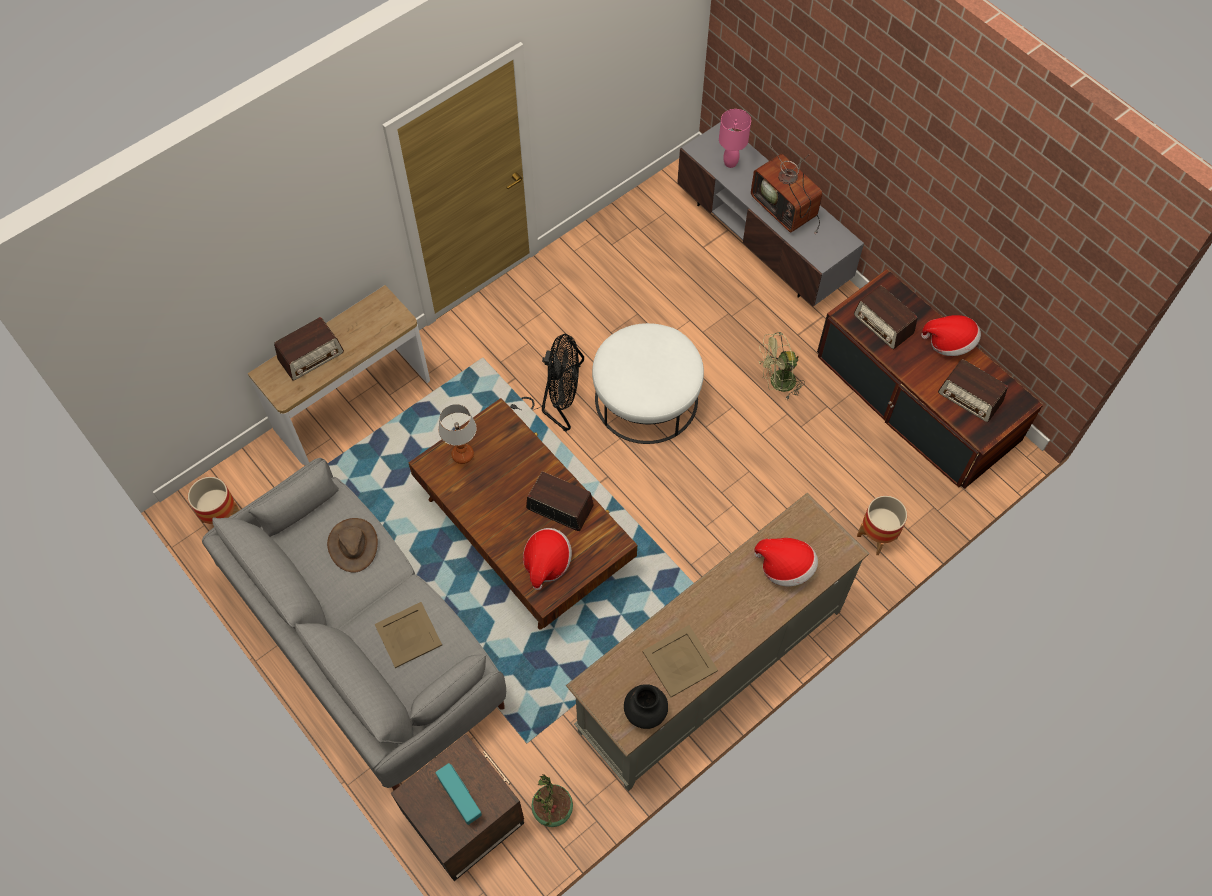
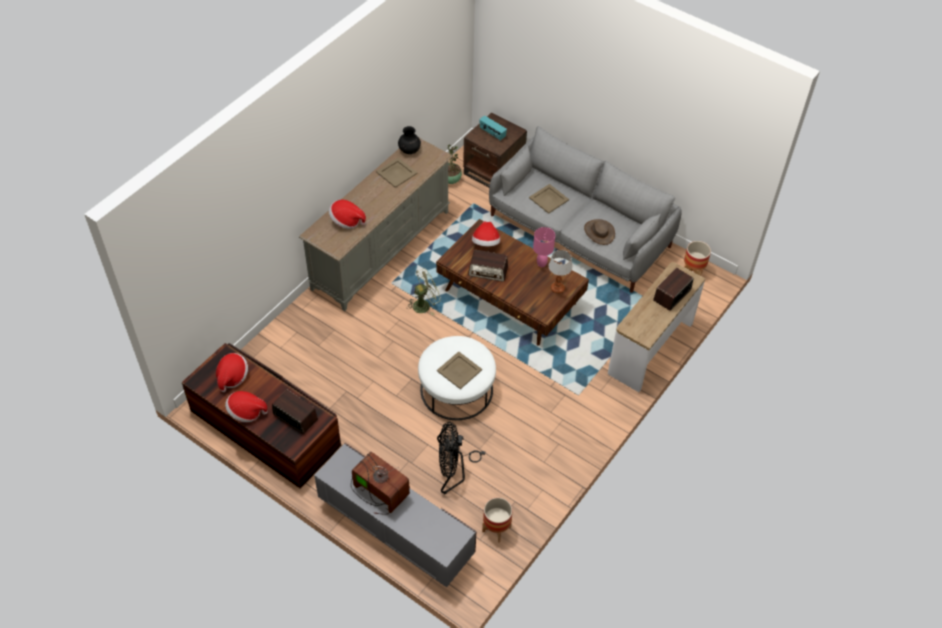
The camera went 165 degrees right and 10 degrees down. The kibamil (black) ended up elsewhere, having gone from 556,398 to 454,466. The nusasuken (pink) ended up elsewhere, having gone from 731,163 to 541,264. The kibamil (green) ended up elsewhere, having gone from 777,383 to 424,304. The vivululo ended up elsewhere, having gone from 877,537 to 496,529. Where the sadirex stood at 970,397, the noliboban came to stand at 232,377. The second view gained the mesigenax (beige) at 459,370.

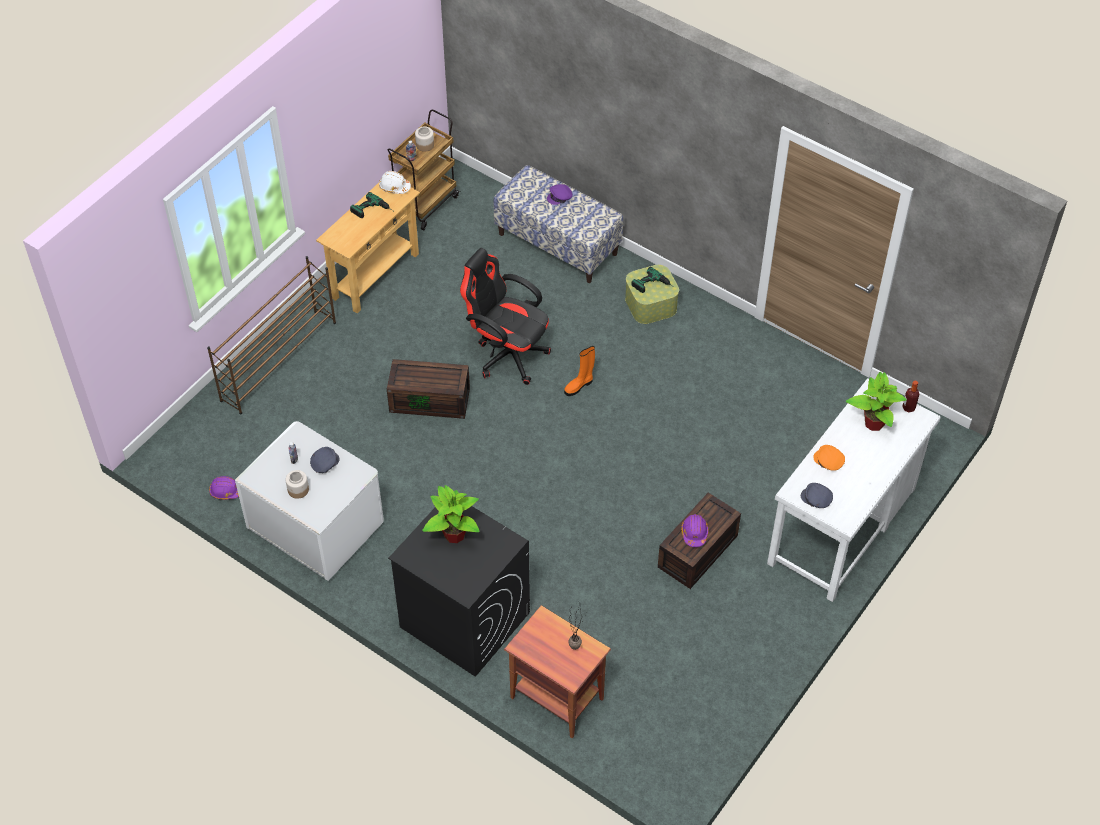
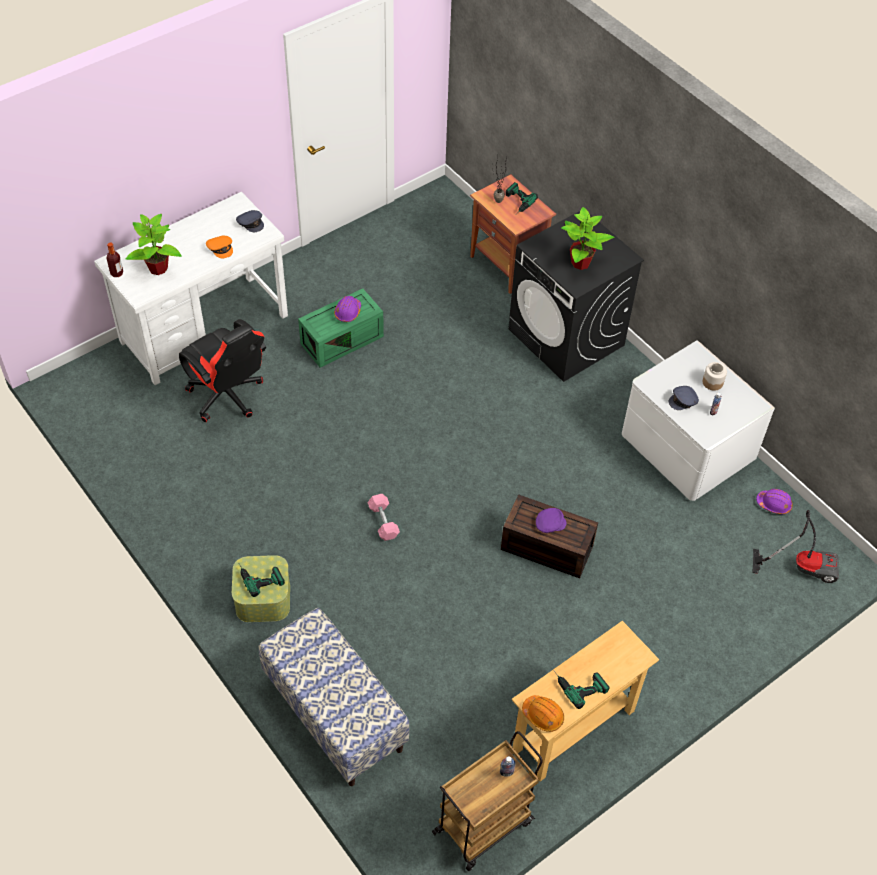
The camera went 165 degrees left and 0 degrees up. The second view lost the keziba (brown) at 279,361. What was the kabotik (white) at 394,187 turned into the kabotik (orange) at 543,715. The second view lost the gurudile at 424,145. The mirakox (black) ended up elsewhere, having gone from 507,354 to 229,399. The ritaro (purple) ended up elsewhere, having gone from 560,197 to 550,523. Where the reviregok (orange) stood at 579,386, the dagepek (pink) came to stand at 383,522. What was the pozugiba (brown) at 698,553 turned into the pozugiba (green) at 342,339. The second view gained the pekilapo at 516,202. The second view gained the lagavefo at 802,565.

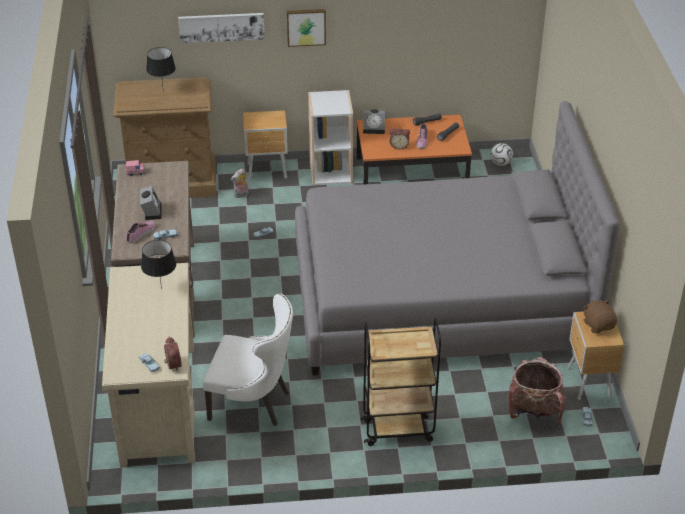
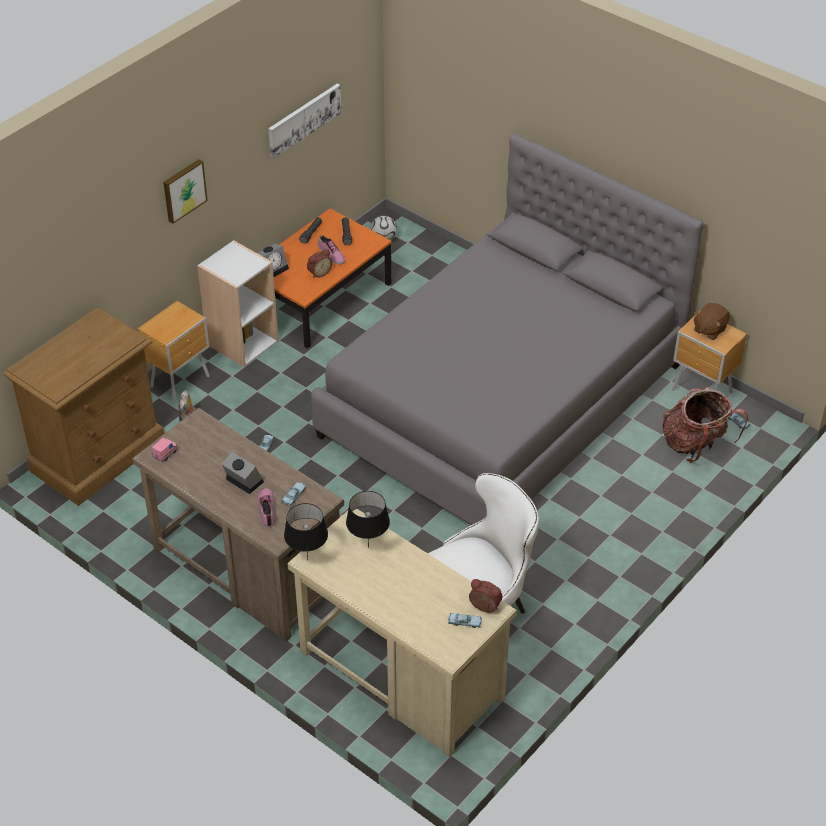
The camera went 45 degrees left and 5 degrees up. The nusasuken (black) ended up elsewhere, having gone from 162,91 to 307,560. The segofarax ended up elsewhere, having gone from 221,27 to 304,119. The second view lost the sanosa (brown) at 397,432. The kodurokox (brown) at 598,325 ended up facing another way, 75 degrees counterclockwise from before.

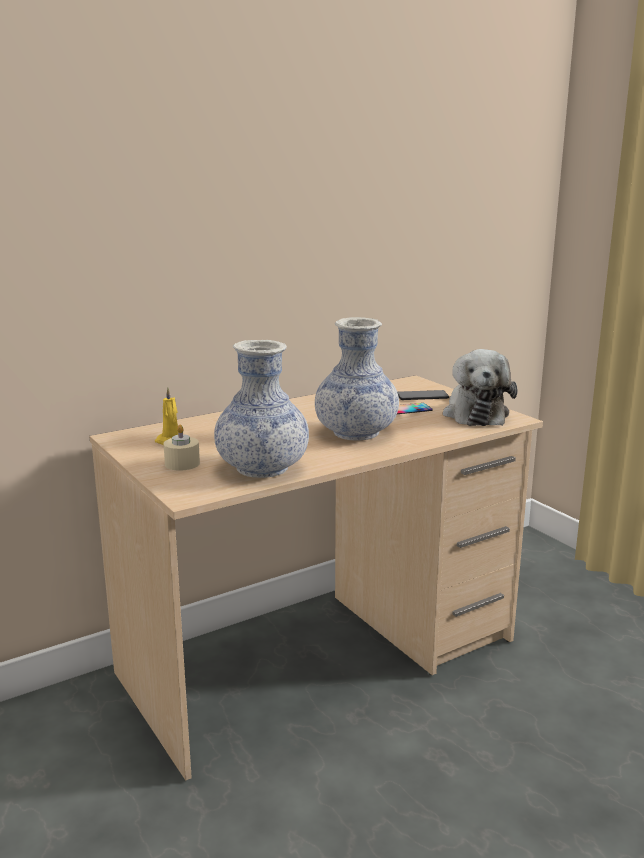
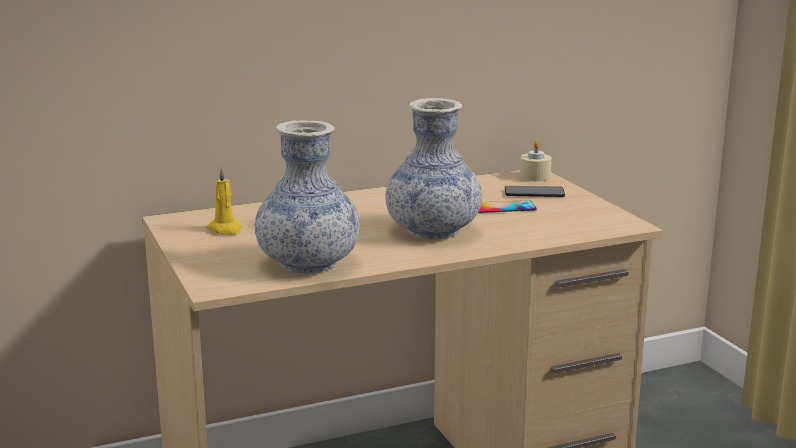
The camera went 10 degrees right and 0 degrees up. The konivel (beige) ended up elsewhere, having gone from 182,464 to 535,177. The second view lost the kodurokox at 475,414.

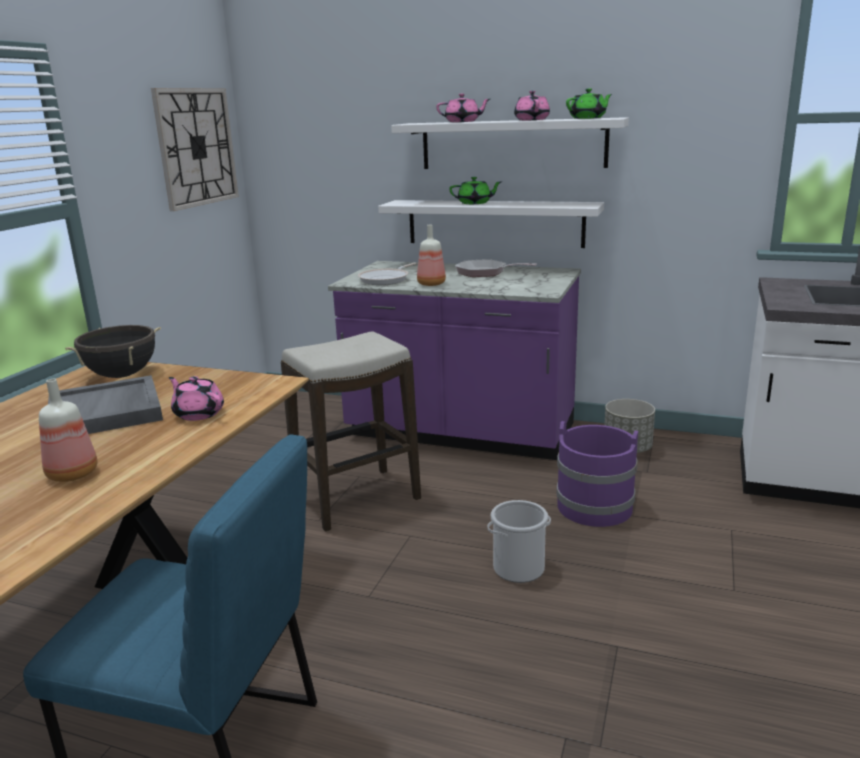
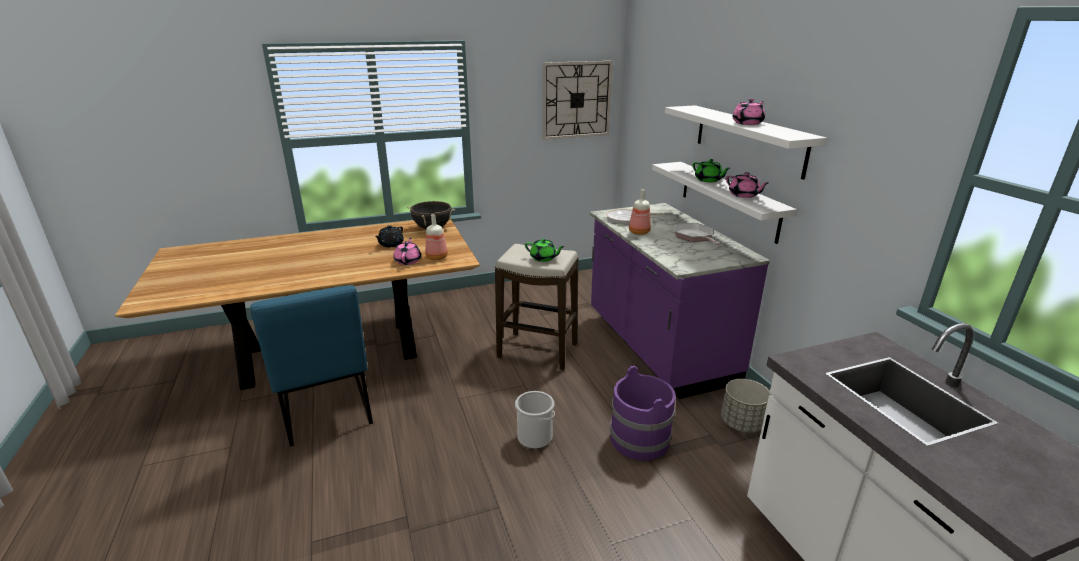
The camera went 50 degrees right and 5 degrees up. The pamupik ended up elsewhere, having gone from 71,474 to 436,257. Where the mesigenax (grey) stood at 106,412, the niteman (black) came to stand at 390,244. The niteman (pink) ended up elsewhere, having gone from 463,122 to 744,195. The niteman (green) ended up elsewhere, having gone from 588,118 to 543,258.

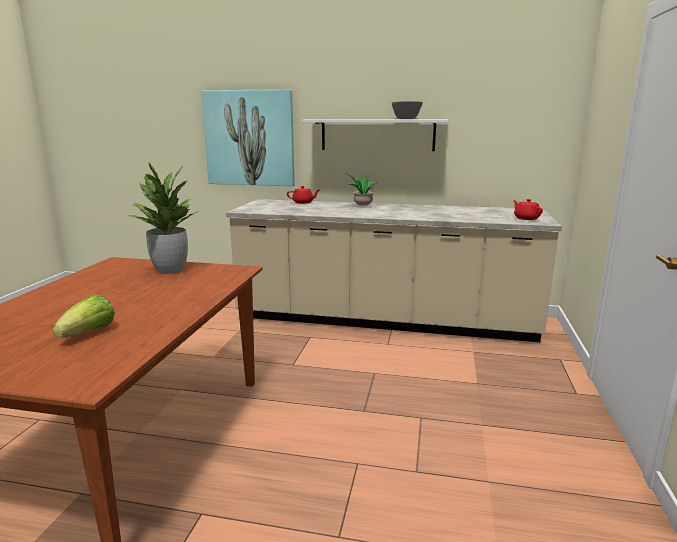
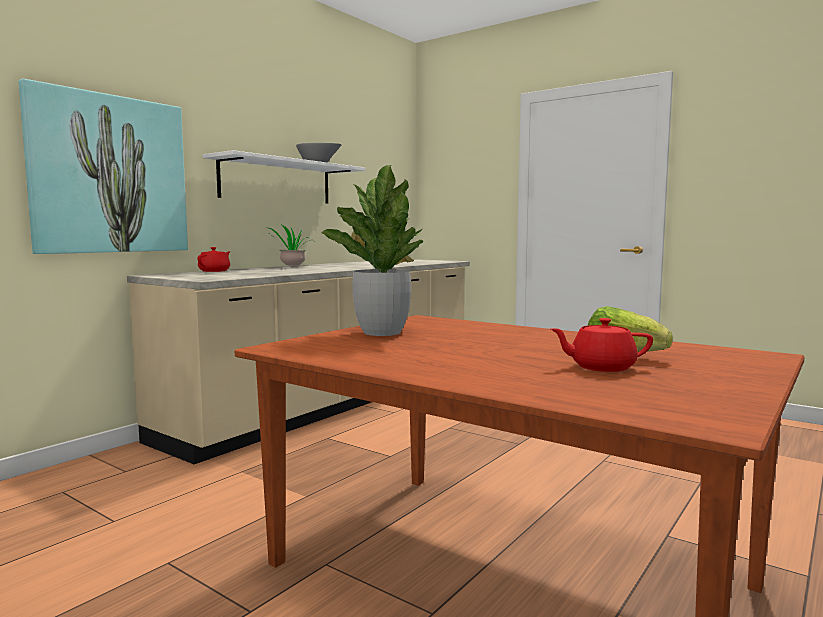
The camera went 65 degrees left and 10 degrees down. The niteman (red) ended up elsewhere, having gone from 526,218 to 601,367.

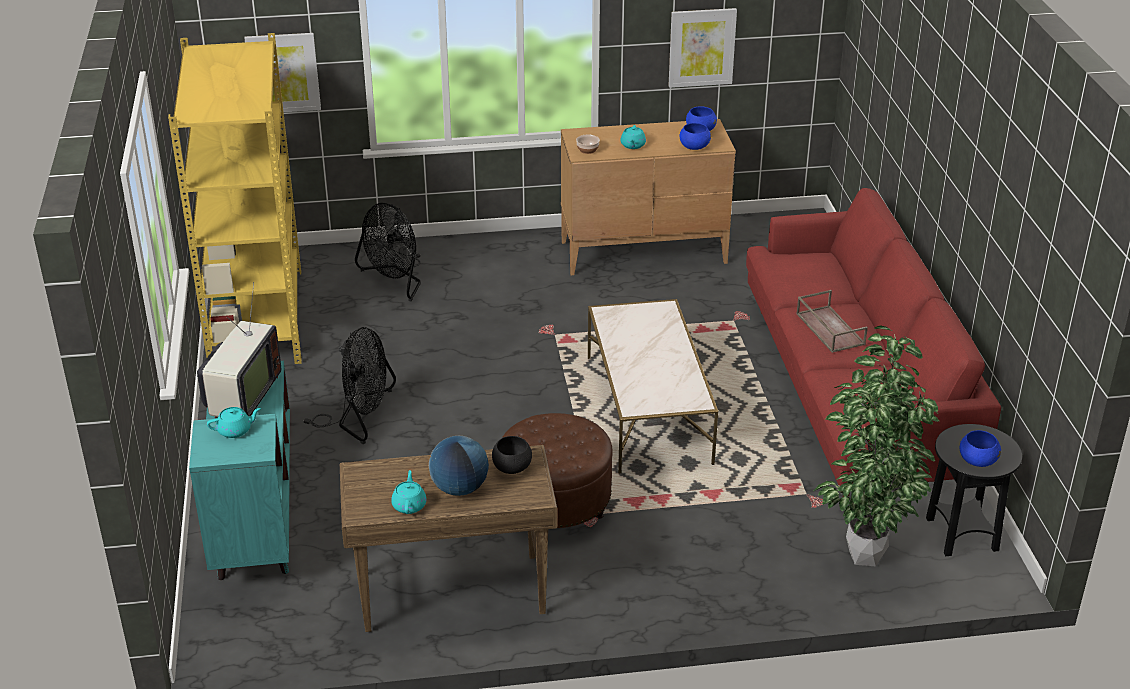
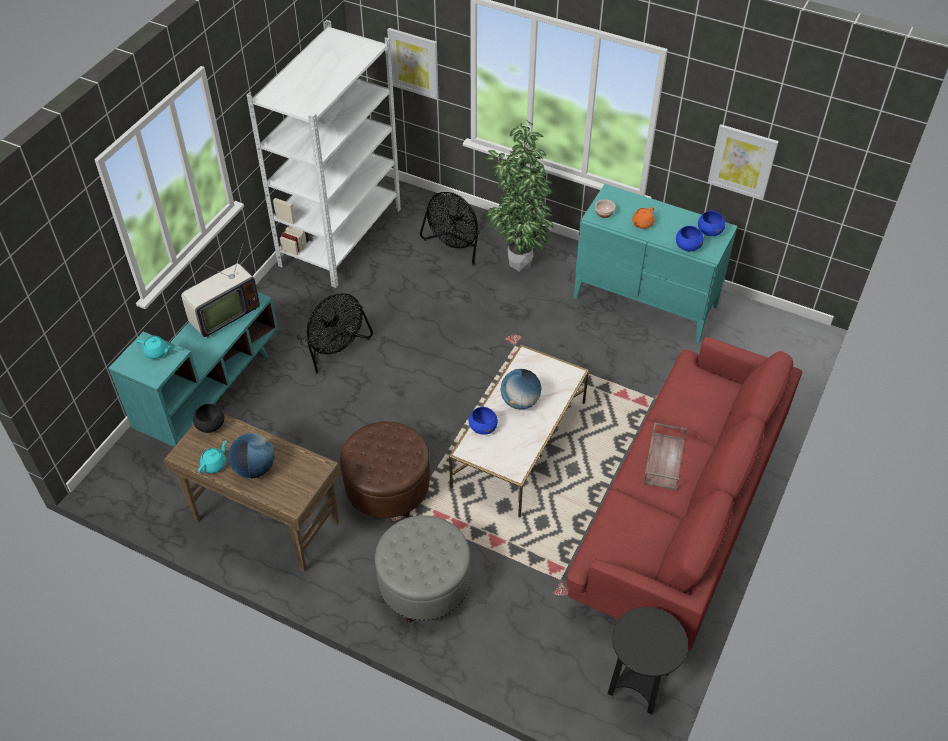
The camera went 35 degrees right and 15 degrees up. What was the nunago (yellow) at 257,318 turned into the nunago (white) at 341,236. The kibamil (black) at 396,278 ended up facing another way, 45 degrees counterclockwise from before. The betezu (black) ended up elsewhere, having gone from 511,468 to 210,425. What was the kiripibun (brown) at 644,252 turned into the kiripibun (turquoise) at 645,302. What was the niteman (turquoise) at 632,145 turned into the niteman (orange) at 642,224. The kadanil ended up elsewhere, having gone from 861,558 to 516,264. The betezu (blue) ended up elsewhere, having gone from 977,461 to 483,427. The second view gained the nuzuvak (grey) at 424,586. The second view gained the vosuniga at 520,401.

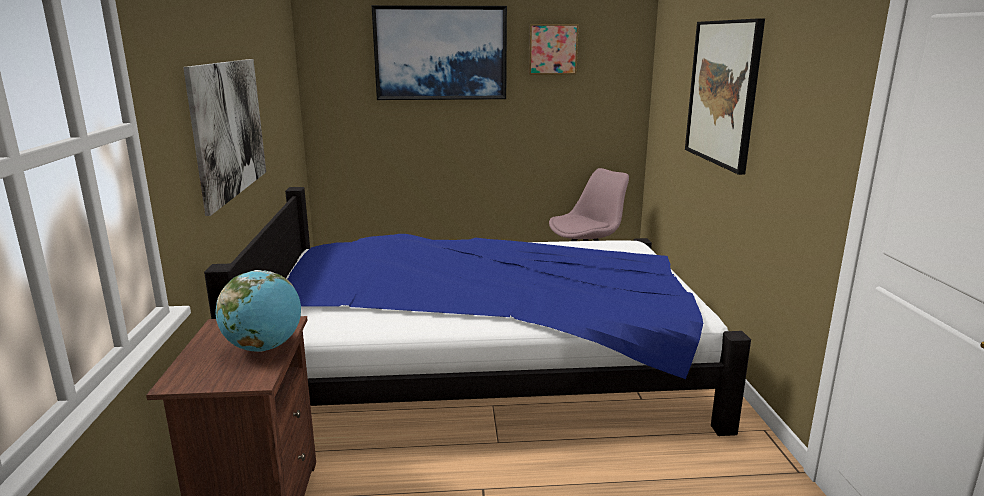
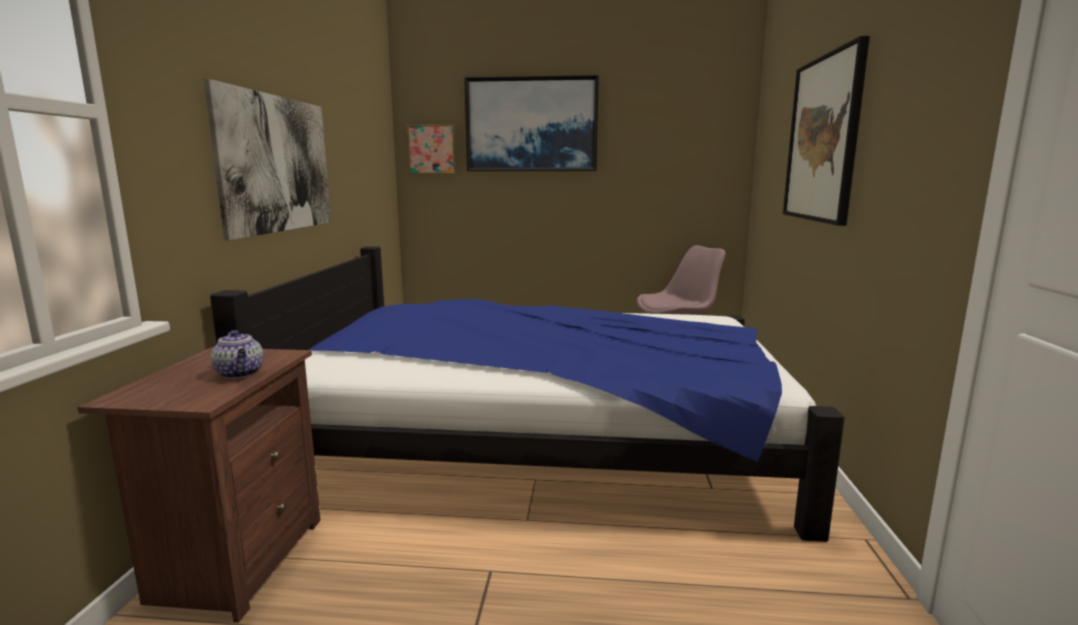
The camera went 10 degrees right and 5 degrees down. Where the vosuniga stood at 264,347, the niteman came to stand at 240,373. The segofarax ended up elsewhere, having gone from 552,49 to 432,149.

